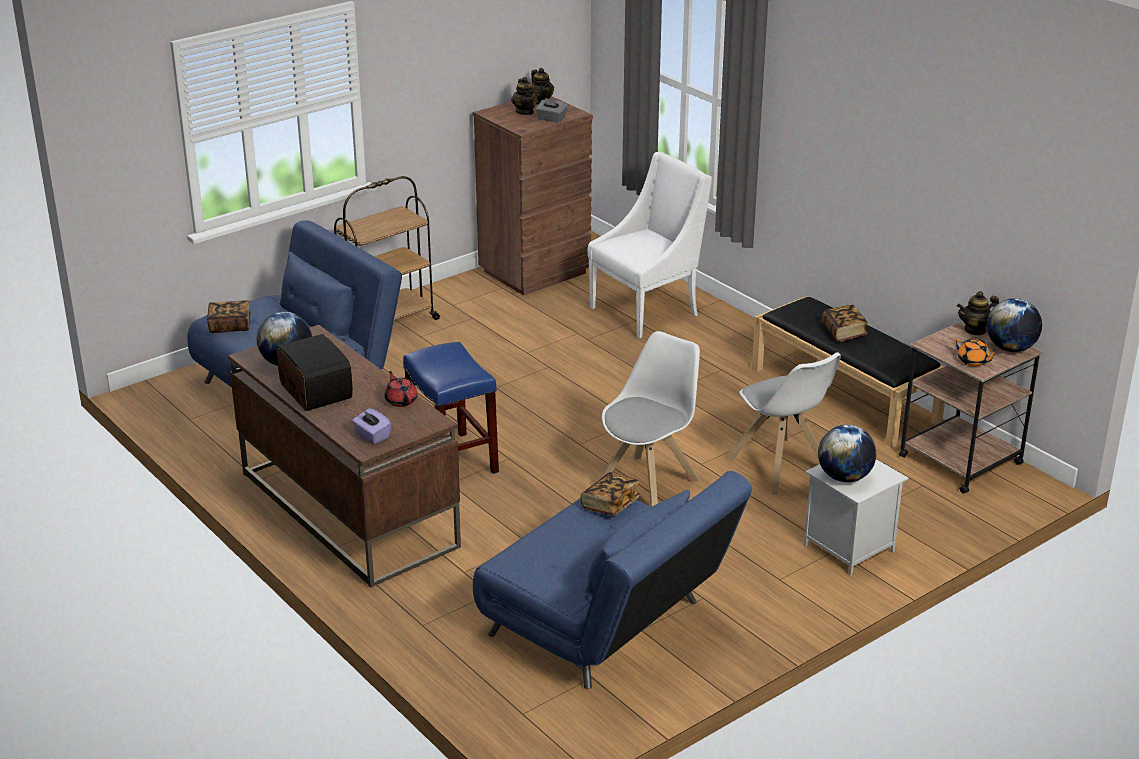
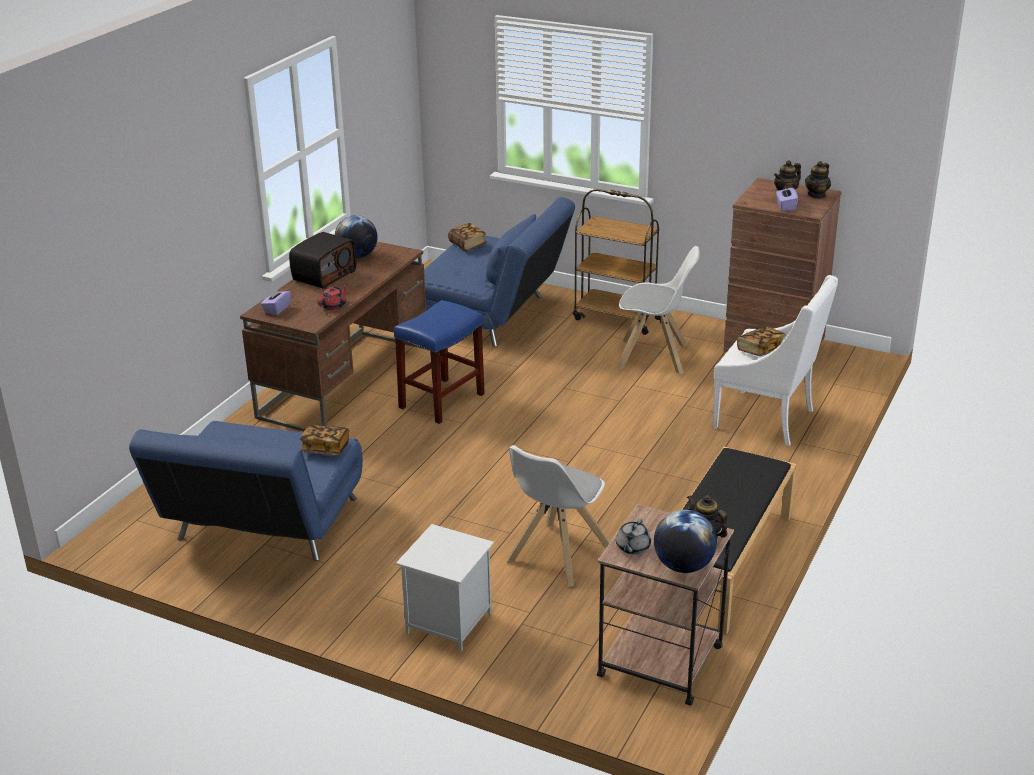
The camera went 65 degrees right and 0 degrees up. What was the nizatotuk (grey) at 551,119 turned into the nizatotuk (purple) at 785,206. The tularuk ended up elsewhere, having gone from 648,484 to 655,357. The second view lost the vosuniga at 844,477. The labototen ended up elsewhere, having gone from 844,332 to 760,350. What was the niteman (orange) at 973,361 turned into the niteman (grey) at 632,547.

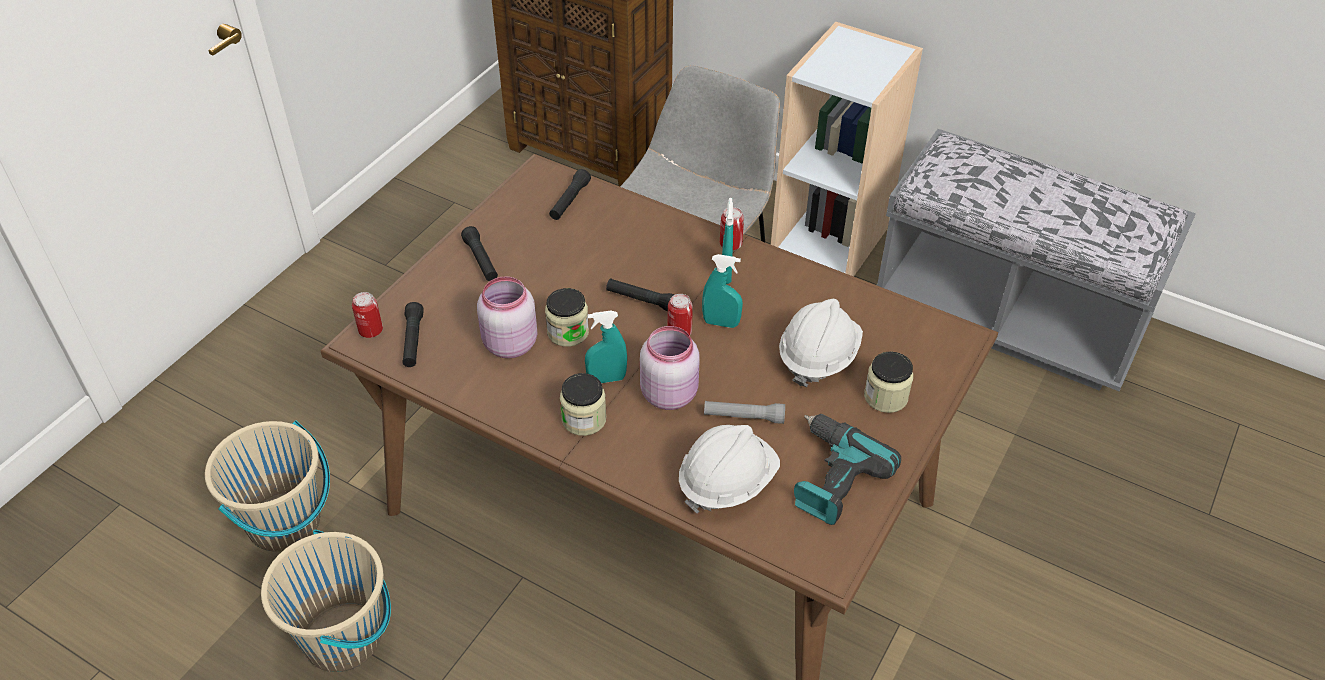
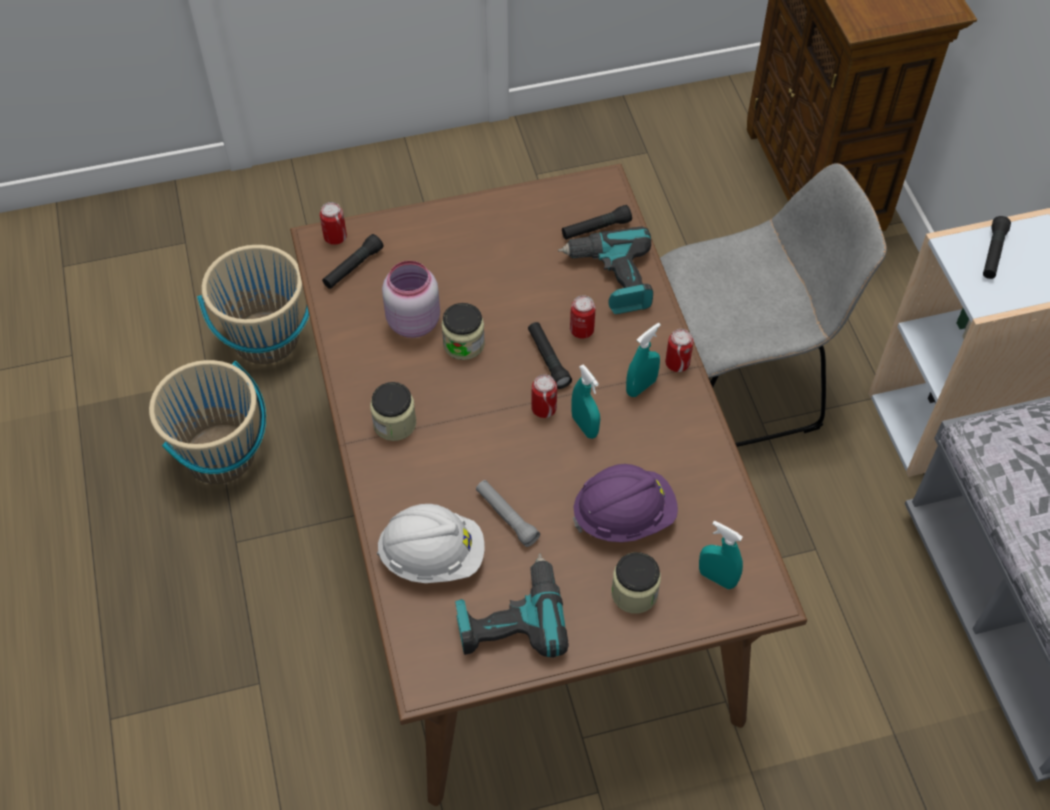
The camera went 45 degrees right and 10 degrees up. The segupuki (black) ended up elsewhere, having gone from 481,260 to 993,253. The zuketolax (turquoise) ended up elsewhere, having gone from 606,379 to 717,578. The second view lost the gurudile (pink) at 669,393. What was the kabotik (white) at 818,357 turned into the kabotik (purple) at 624,516. The second view gained the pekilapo at 612,278. The second view gained the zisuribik at 581,330.

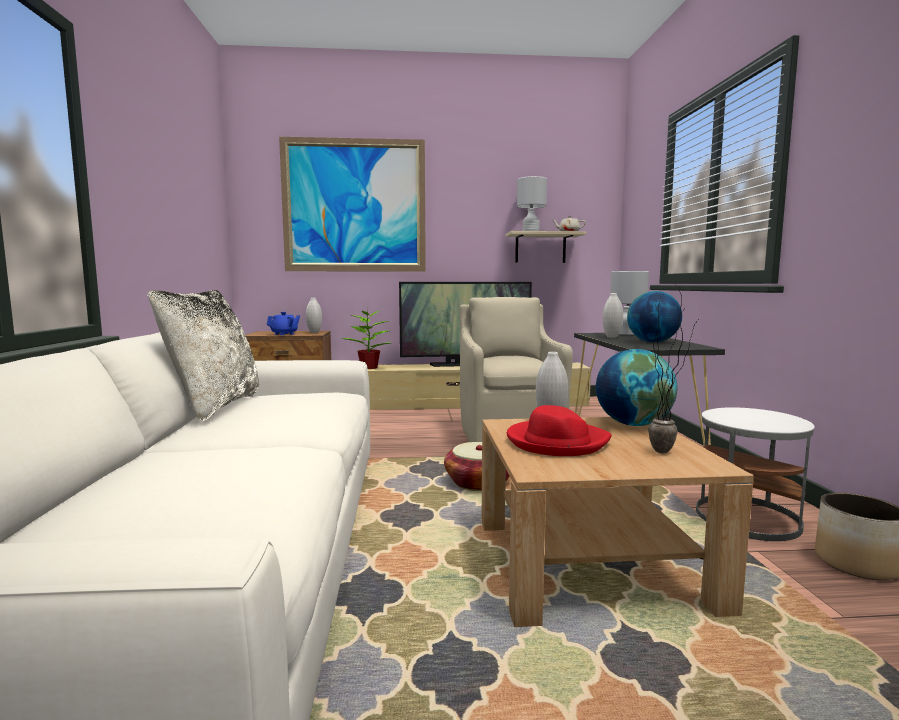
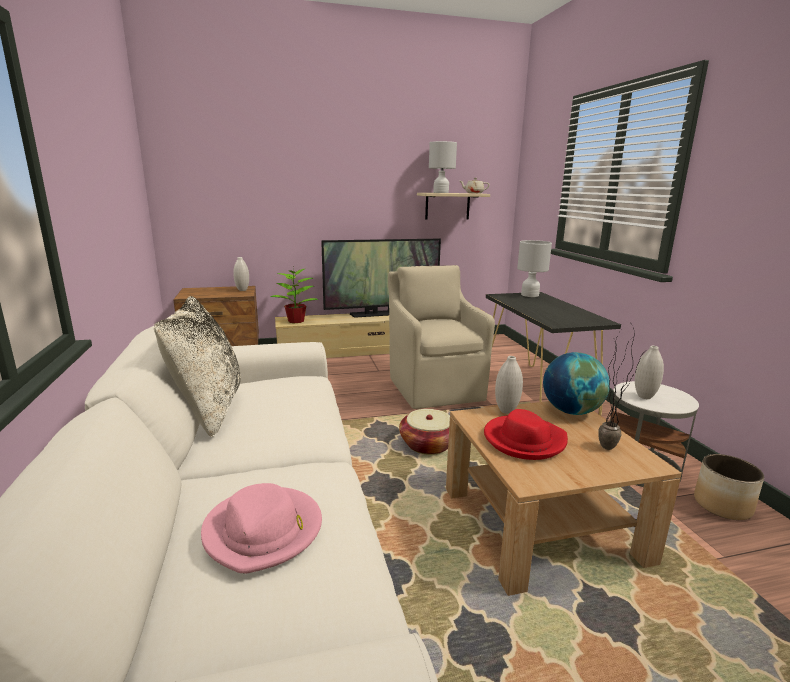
The camera went 10 degrees left and 10 degrees up. The second view lost the niteman (blue) at 284,334. The second view lost the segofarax at 354,206. The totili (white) ended up elsewhere, having gone from 611,337 to 644,396. The second view lost the vosuniga at 652,342. The second view gained the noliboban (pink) at 264,531.

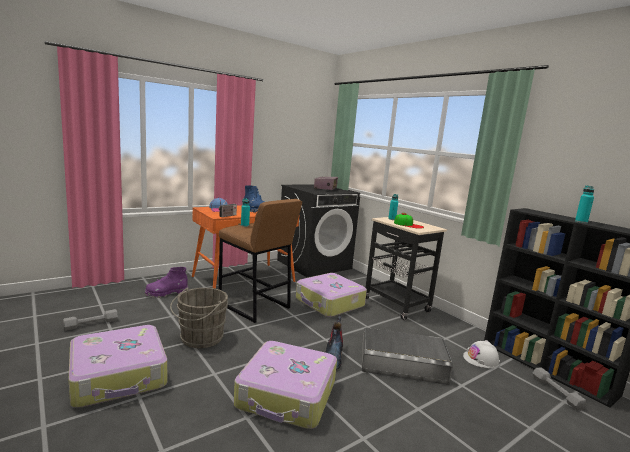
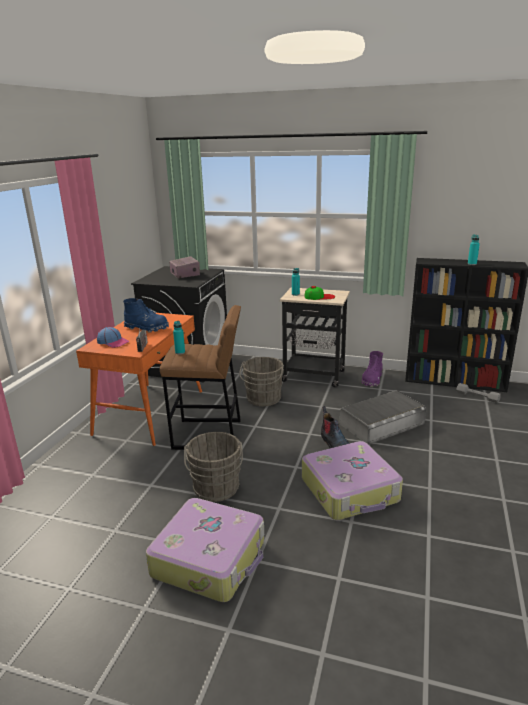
The camera went 35 degrees left and 10 degrees up. The second view lost the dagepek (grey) at 91,324. The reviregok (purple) ended up elsewhere, having gone from 166,293 to 372,380. Where the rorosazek stood at 329,303, the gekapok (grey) came to stand at 263,399. The second view lost the kabotik (white) at 481,359.

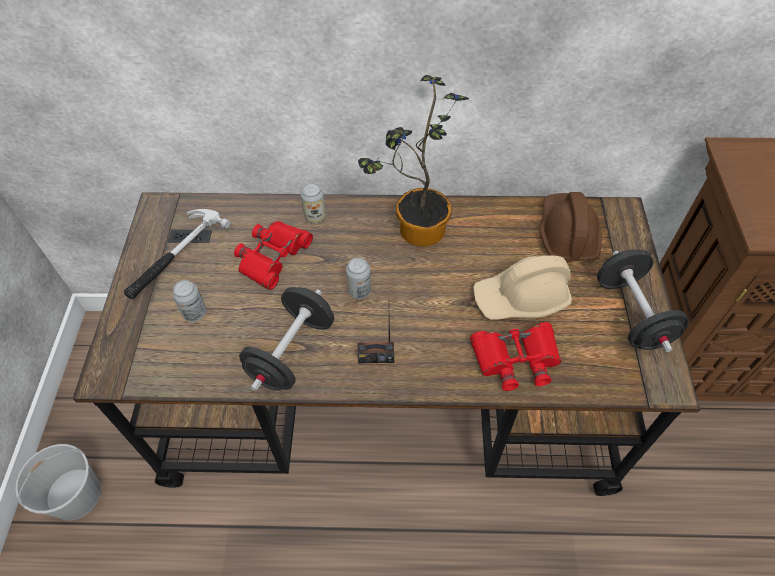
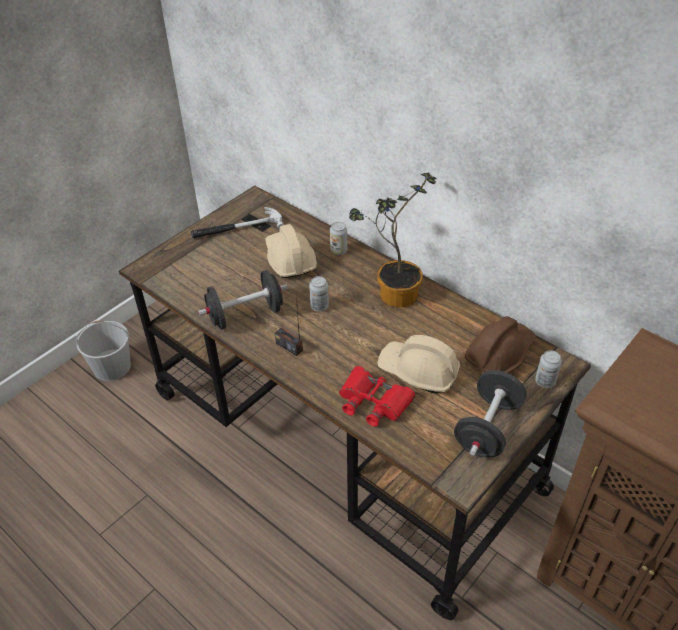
The camera went 40 degrees right and 10 degrees down. The zisuribik ended up elsewhere, having gone from 195,313 to 545,381. Where the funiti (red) stood at 273,257, the kabotik (beige) came to stand at 289,259.

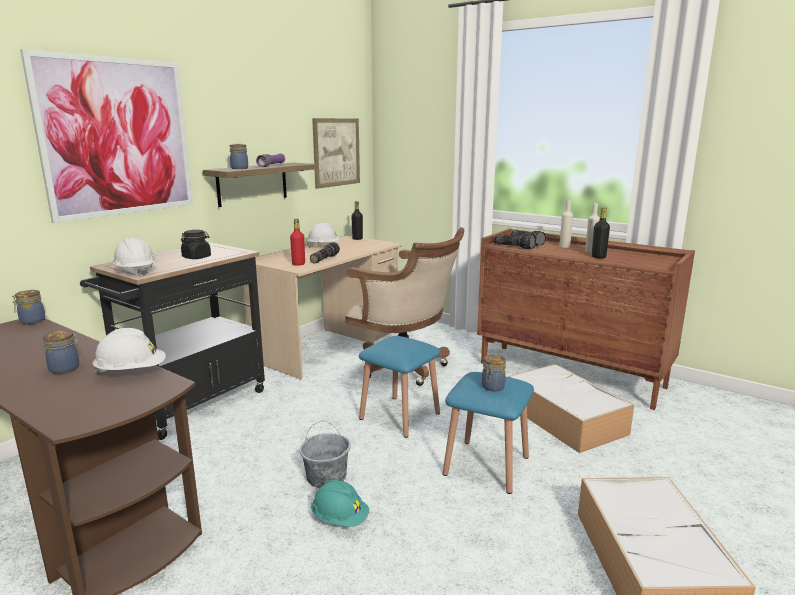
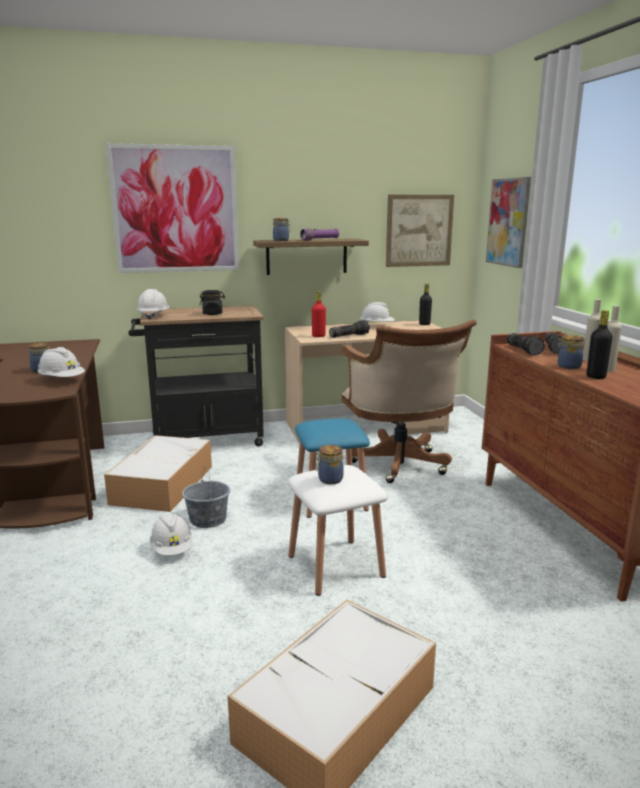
The camera went 40 degrees right and 0 degrees up. The gurudile ended up elsewhere, having gone from 31,321 to 567,366. What was the kabotik (turquoise) at 340,519 turned into the kabotik (white) at 172,549. What was the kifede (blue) at 486,465 turned into the kifede (white) at 335,566. The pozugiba ended up elsewhere, having gone from 563,418 to 163,484. The second view gained the segofarax at 508,222.

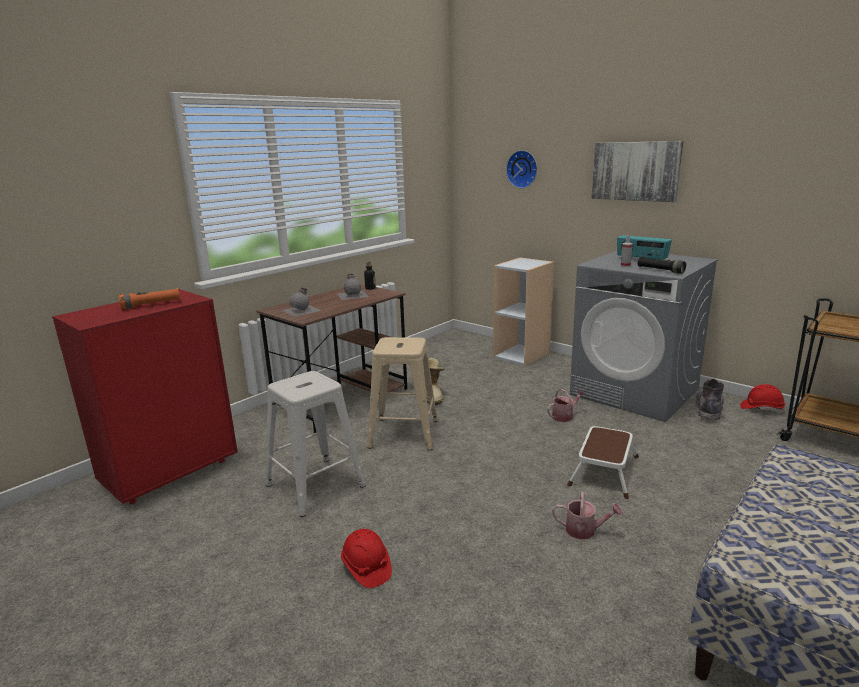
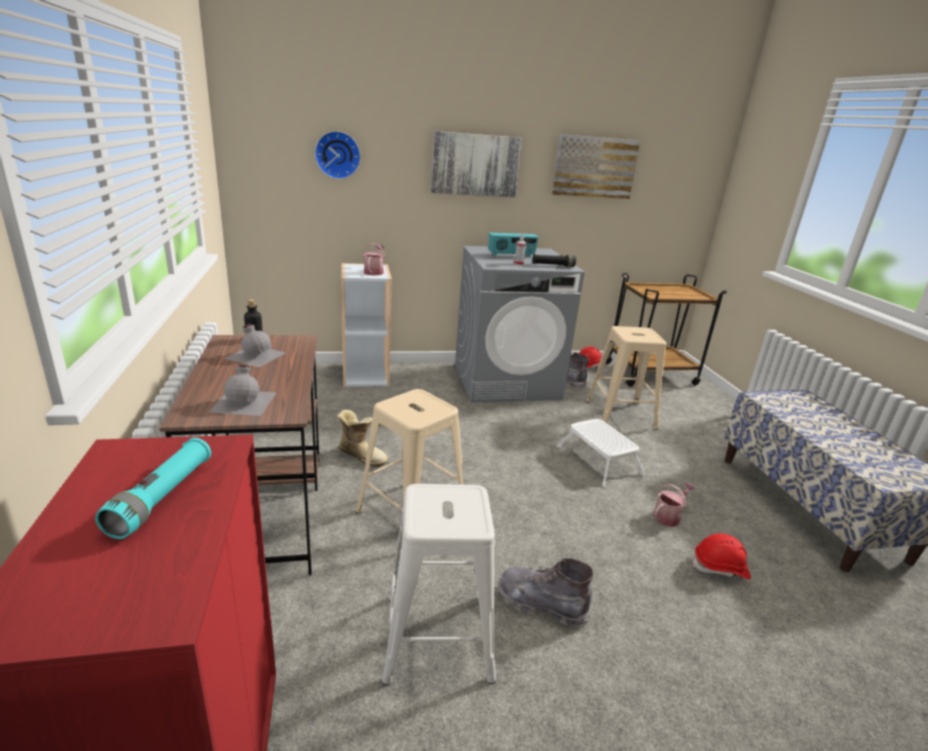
The camera went 55 degrees left and 5 degrees up. What was the segupuki (orange) at 151,305 turned into the segupuki (turquoise) at 162,497. The kabotik (red) ended up elsewhere, having gone from 366,568 to 720,568. The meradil ended up elsewhere, having gone from 564,416 to 374,272. What was the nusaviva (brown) at 603,470 turned into the nusaviva (white) at 598,460. The second view gained the reviregok (grey) at 541,603. The second view gained the segofarax at 594,167. The second view gained the kifede (beige) at 620,414.

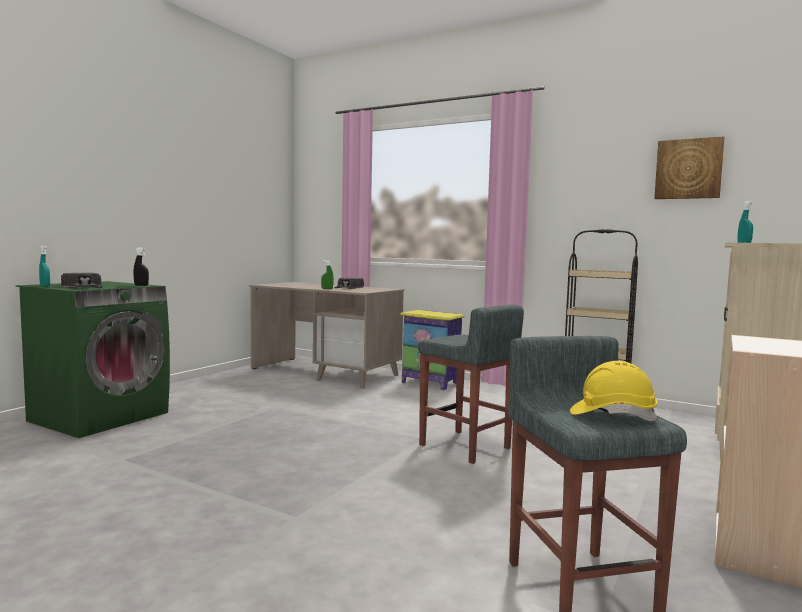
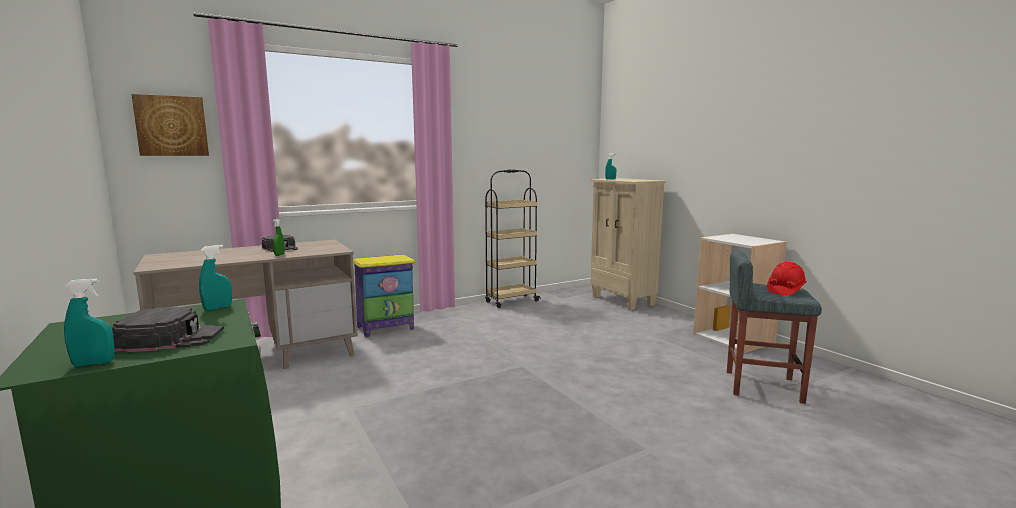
The camera went 60 degrees left and 5 degrees up. What was the zuketolax (black) at 141,285 turned into the zuketolax (turquoise) at 217,308. The second view lost the kifede (grey) at 465,447. What was the kabotik (yellow) at 612,415 turned into the kabotik (red) at 785,290. The segofarax ended up elsewhere, having gone from 688,169 to 172,126.

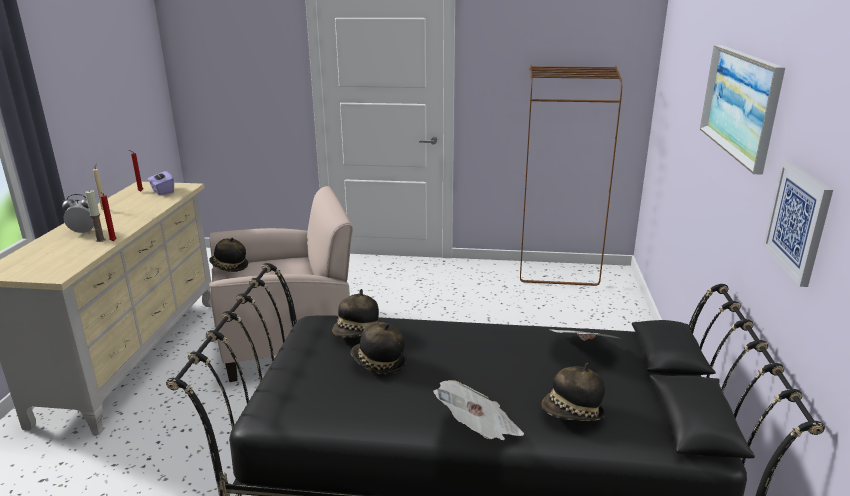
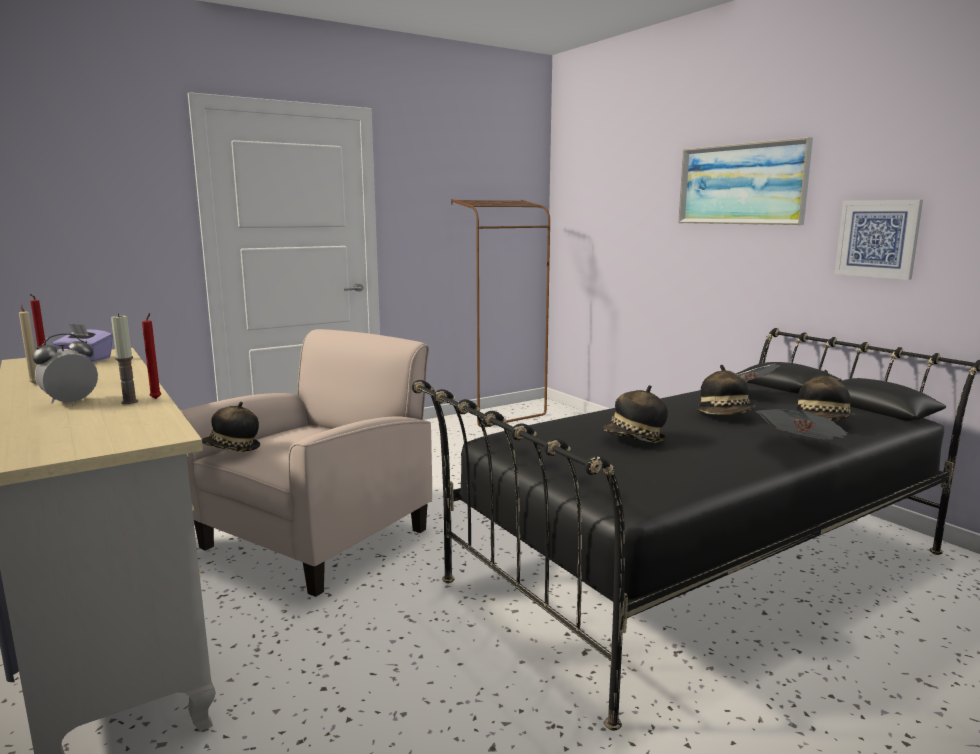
The camera went 40 degrees left and 10 degrees down. The noliboban ended up elsewhere, having gone from 358,334 to 725,415.

